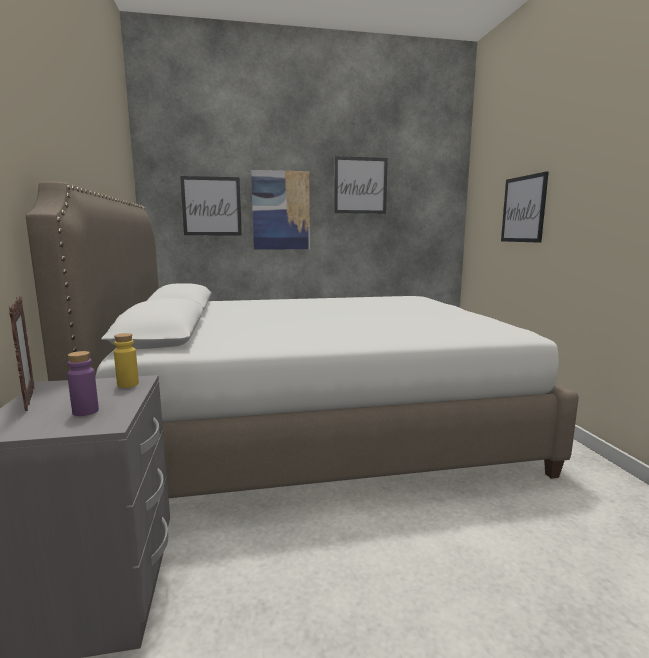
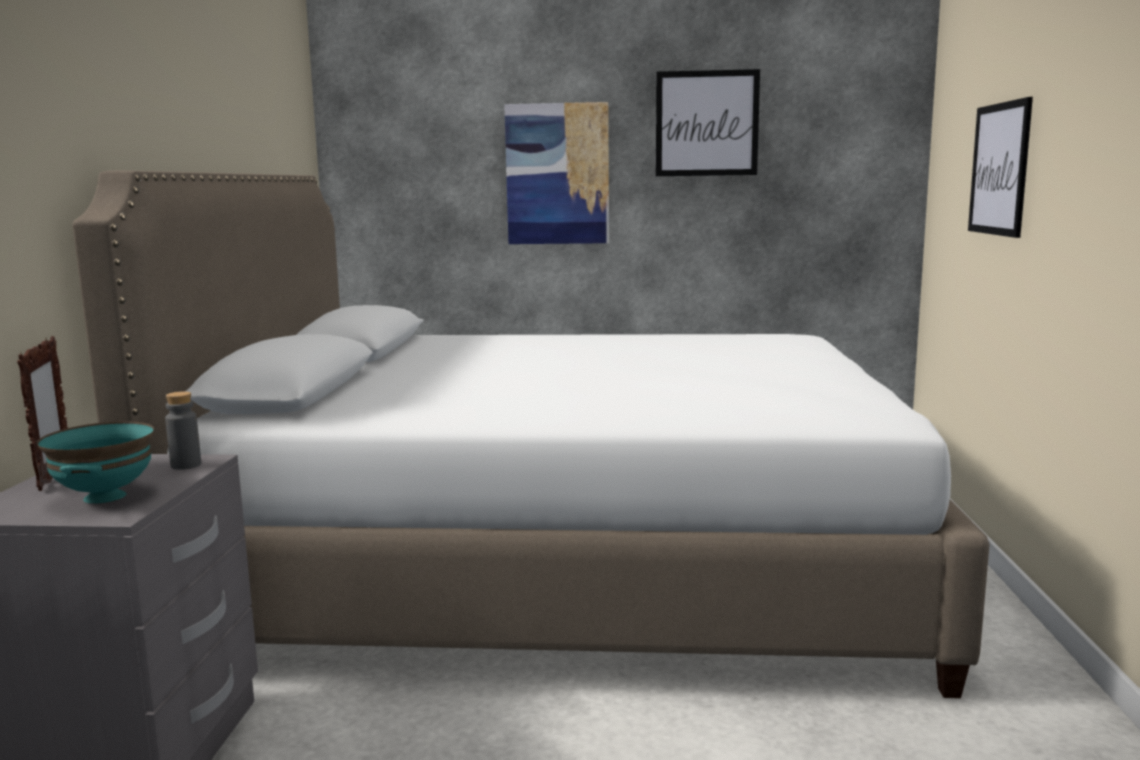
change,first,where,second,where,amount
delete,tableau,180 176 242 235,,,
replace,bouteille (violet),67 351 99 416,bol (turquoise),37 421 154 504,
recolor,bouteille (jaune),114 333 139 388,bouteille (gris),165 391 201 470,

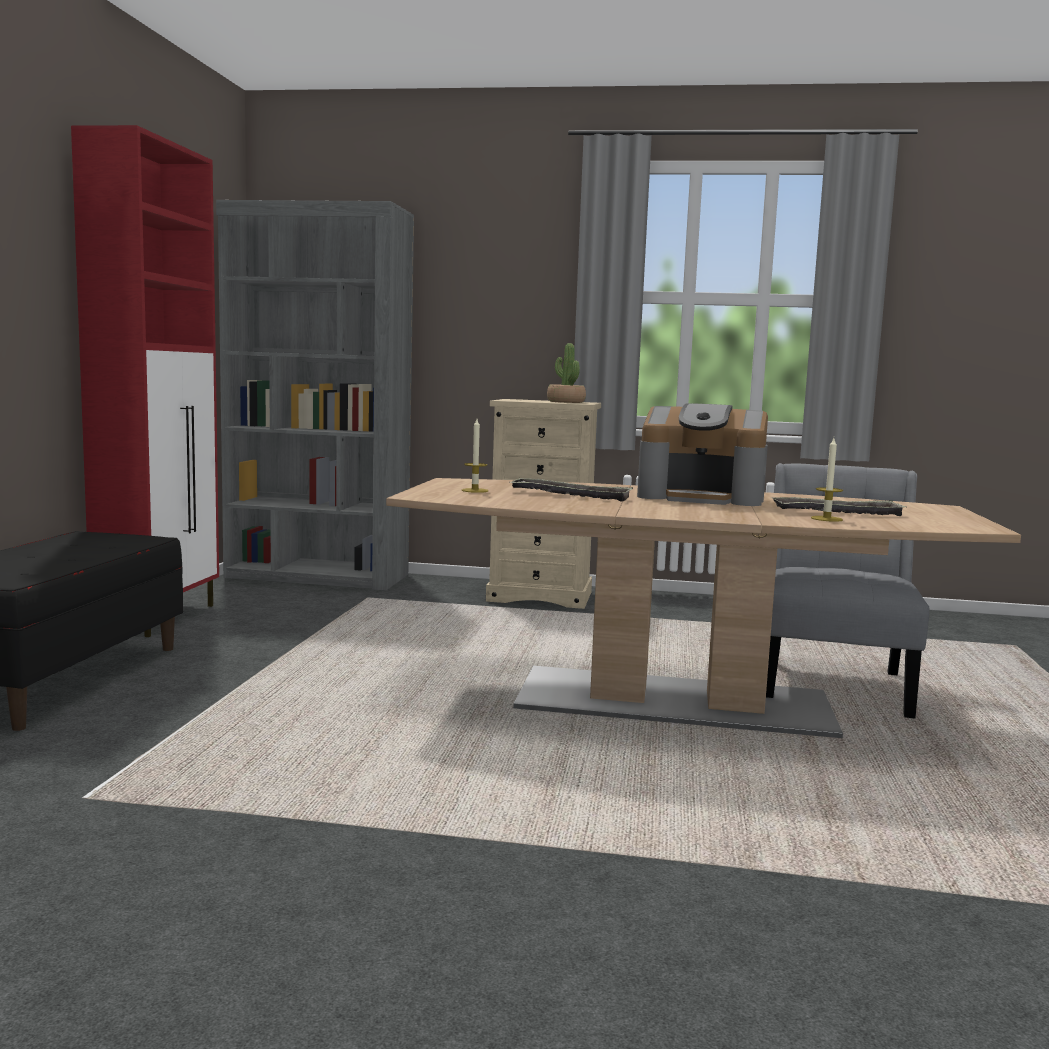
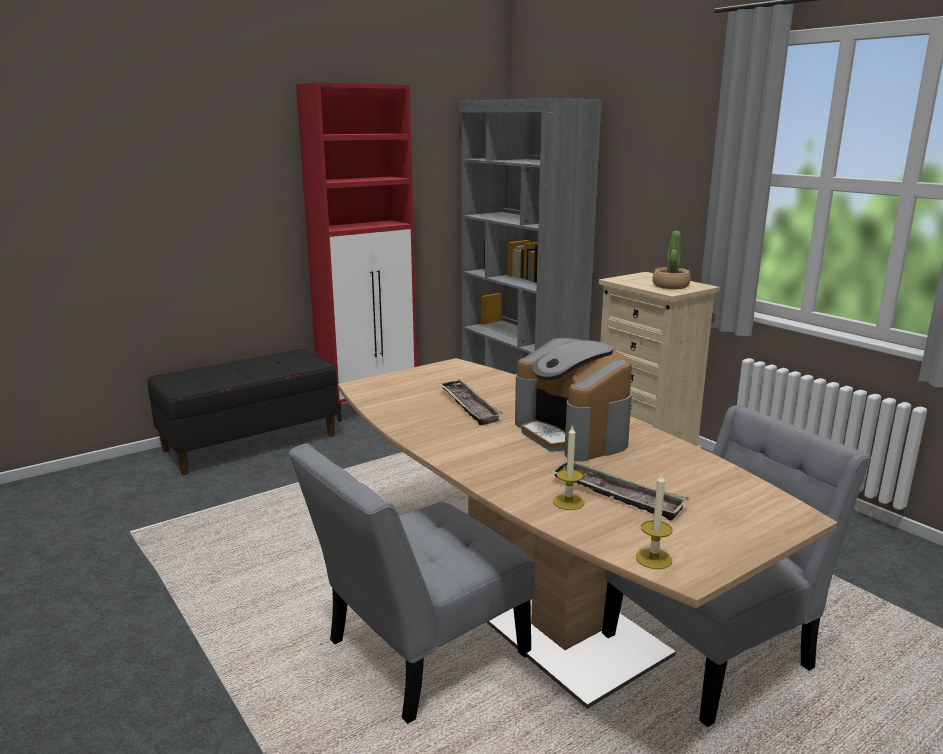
change,first,where,second,where,amount
insert,,,chaise (gris),289 444 535 724,
move,bougie,462 419 488 493,,636 473 673 569,

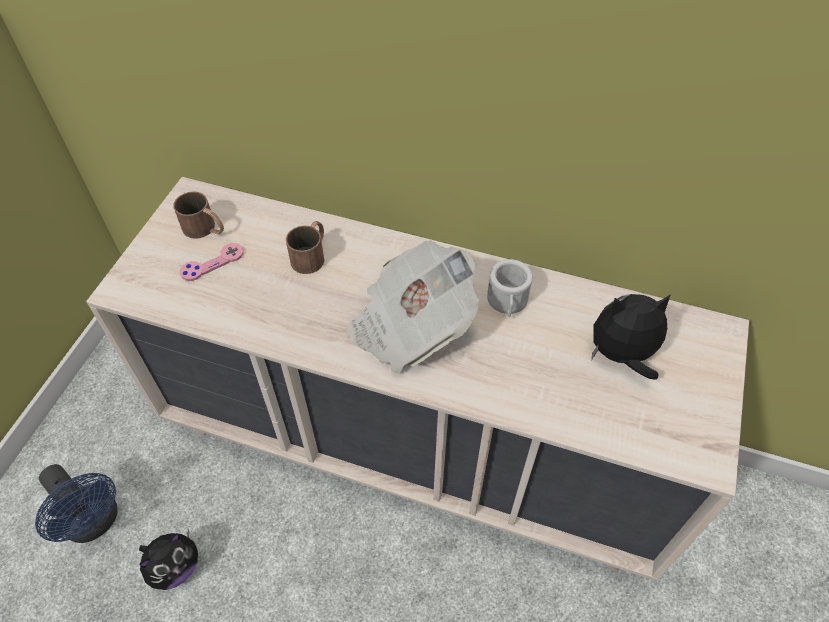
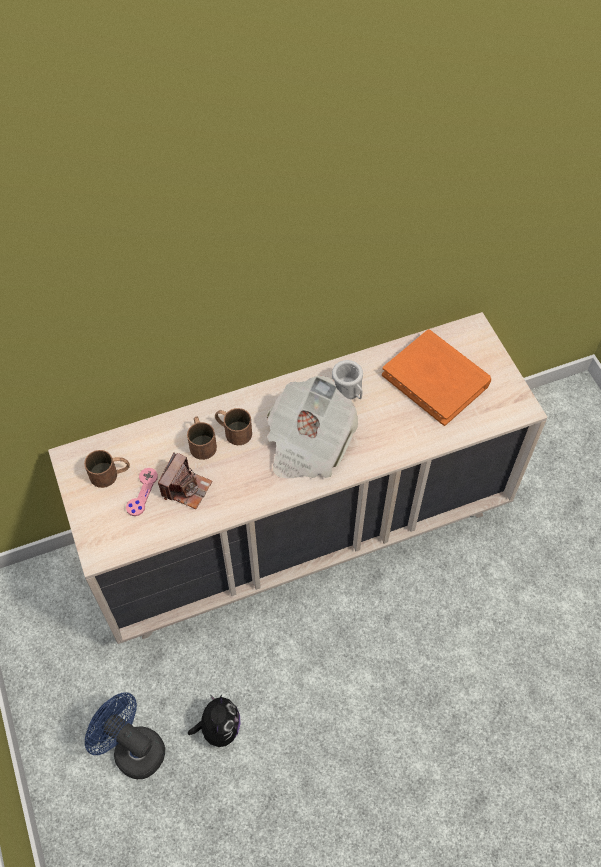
change,first,where,second,where,amount
insert,,,appareil photo,158 452 212 509,
insert,,,mug (marron),215 408 252 445,
replace,peluche,592 294 671 380,livre (orange),382 330 491 426,
rotate,ventilateur (bleu),35 464 118 543,,85 692 165 779,150 degrees counterclockwise

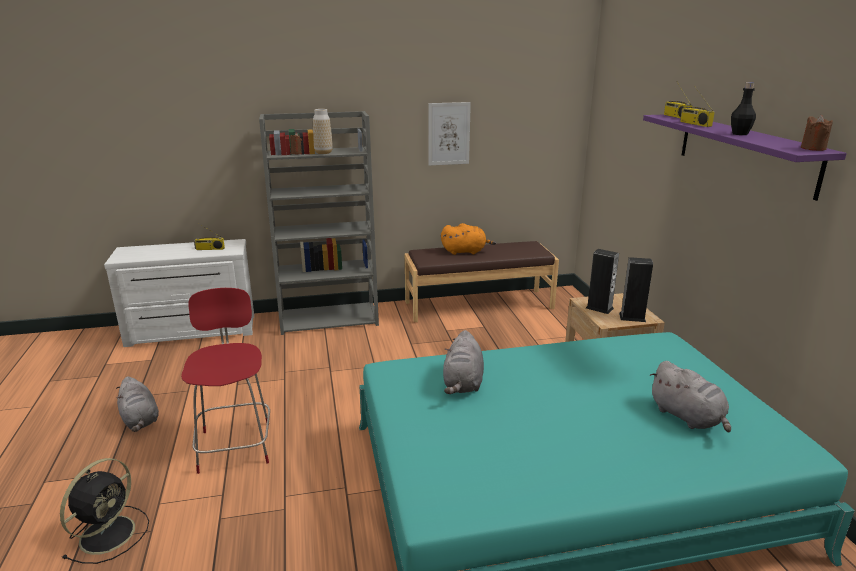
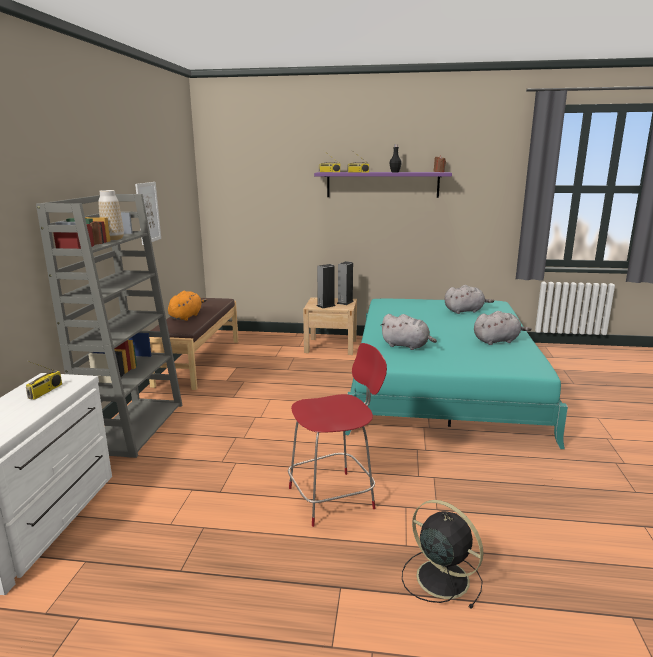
change,first,where,second,where,amount
move,peluche (gris),116 376 159 432,,474 311 532 345,
rotate,chaise (rouge),181 288 270 474,,288 343 387 527,150 degrees clockwise

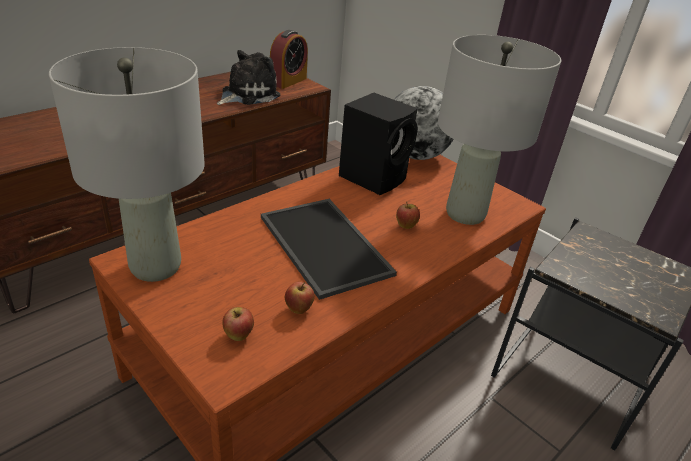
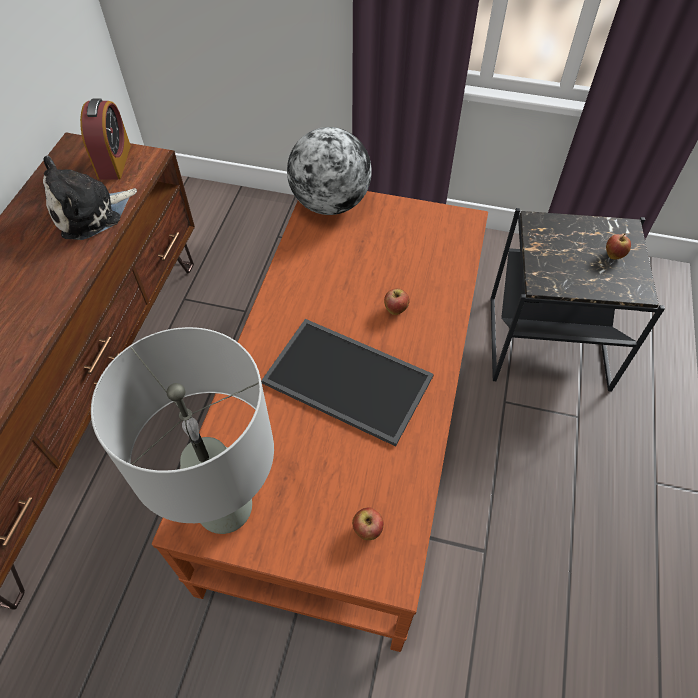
change,first,where,second,where,amount
delete,enceinte (noir),339 93 418 195,,,
delete,lampe de table (gris),438 35 561 225,,,
move,pomme,285 282 314 314,,606 234 631 260,
rotate,peluche,217 50 281 105,,43 155 137 240,135 degrees counterclockwise

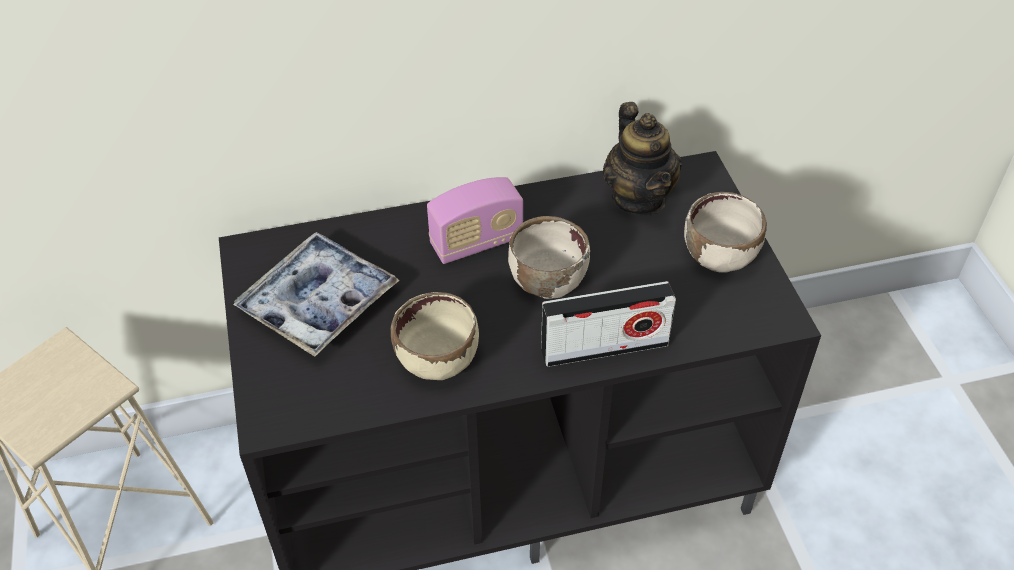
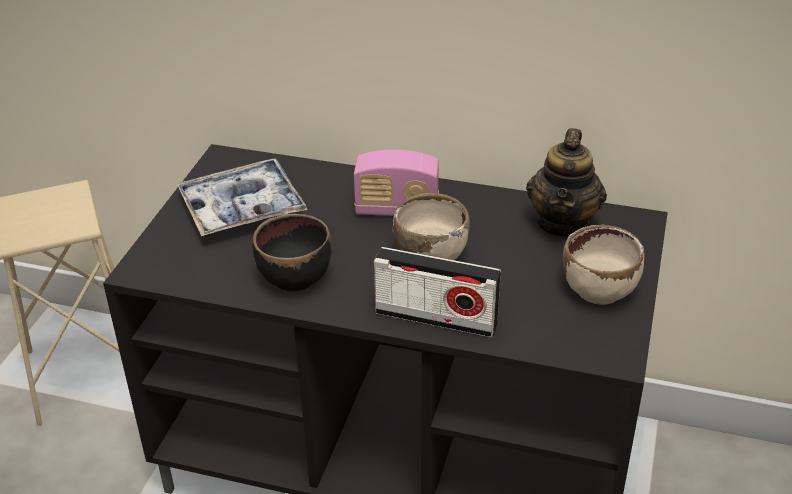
change,first,where,second,where,amount
recolor,bol (beige),391 292 479 380,bol (noir),252 213 332 291,

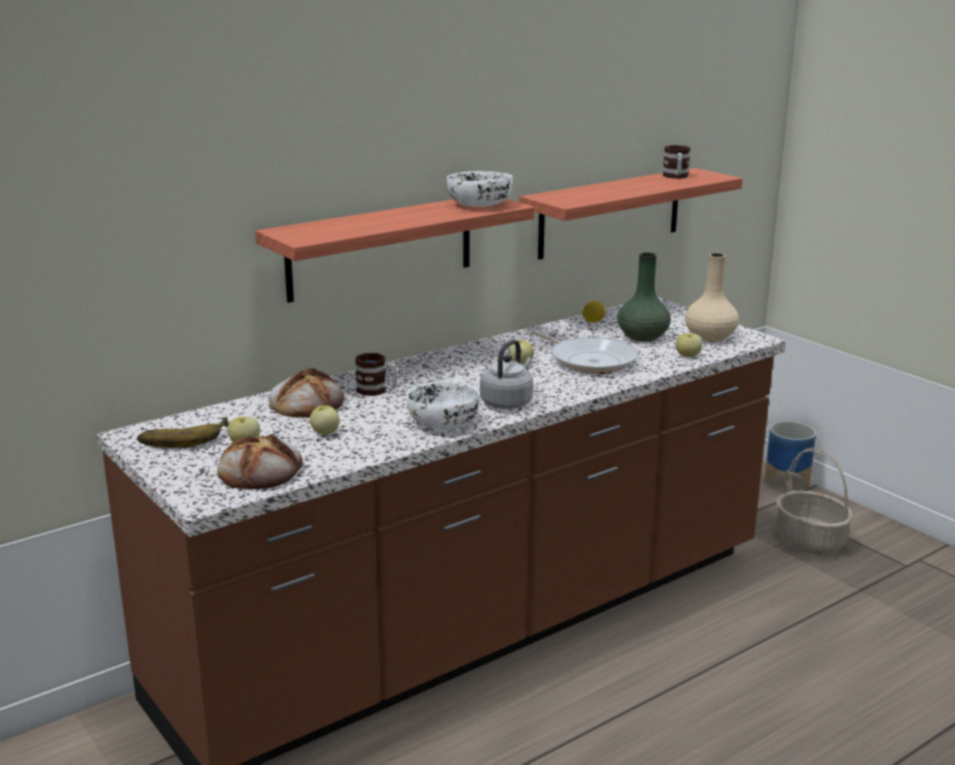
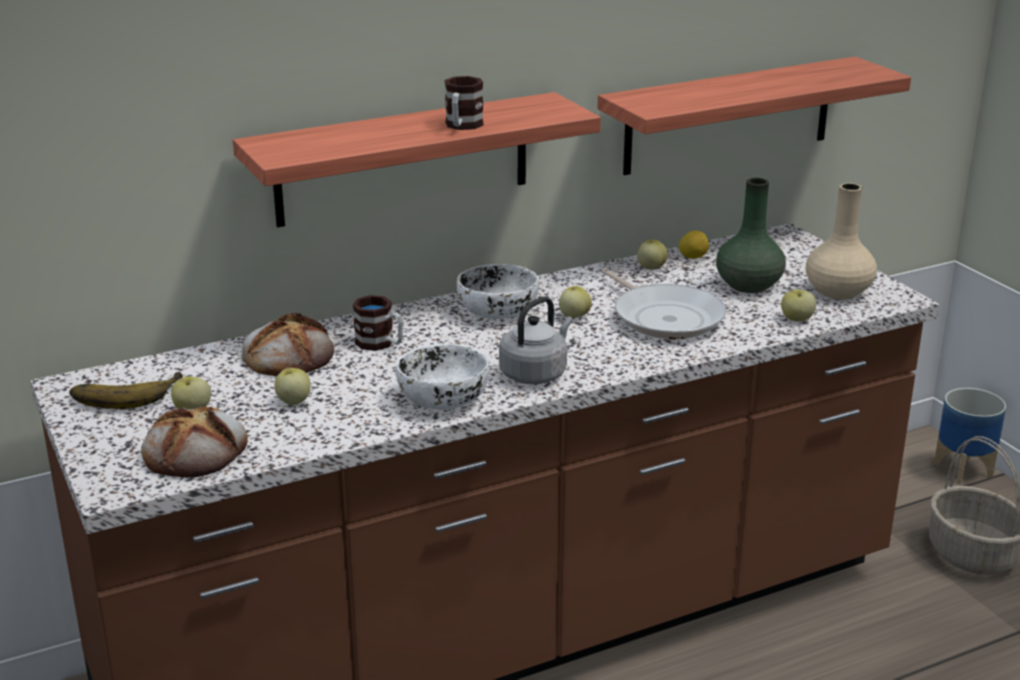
change,first,where,second,where,amount
insert,,,pomme,637 240 668 269,
move,bol (blanc),447 171 513 207,,457 264 539 319,
move,mug,663 145 691 179,,445 76 484 130,

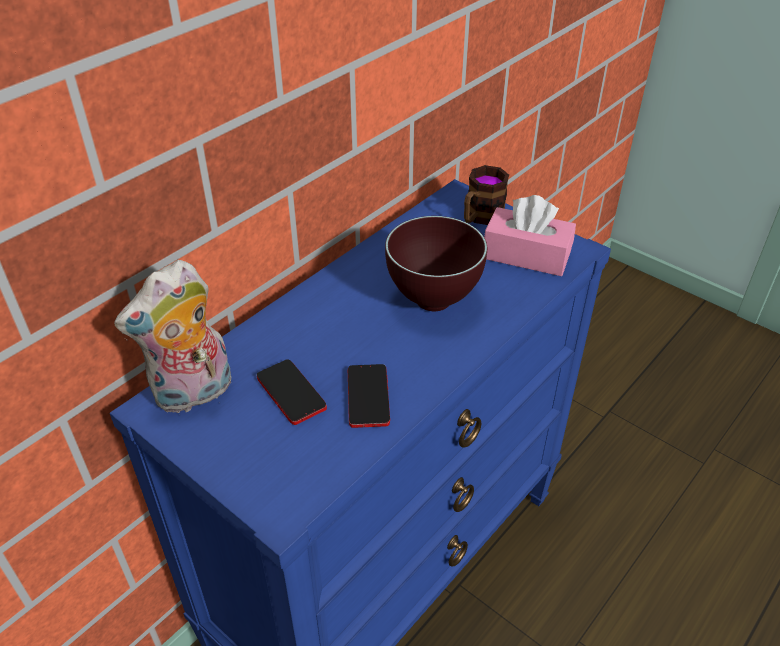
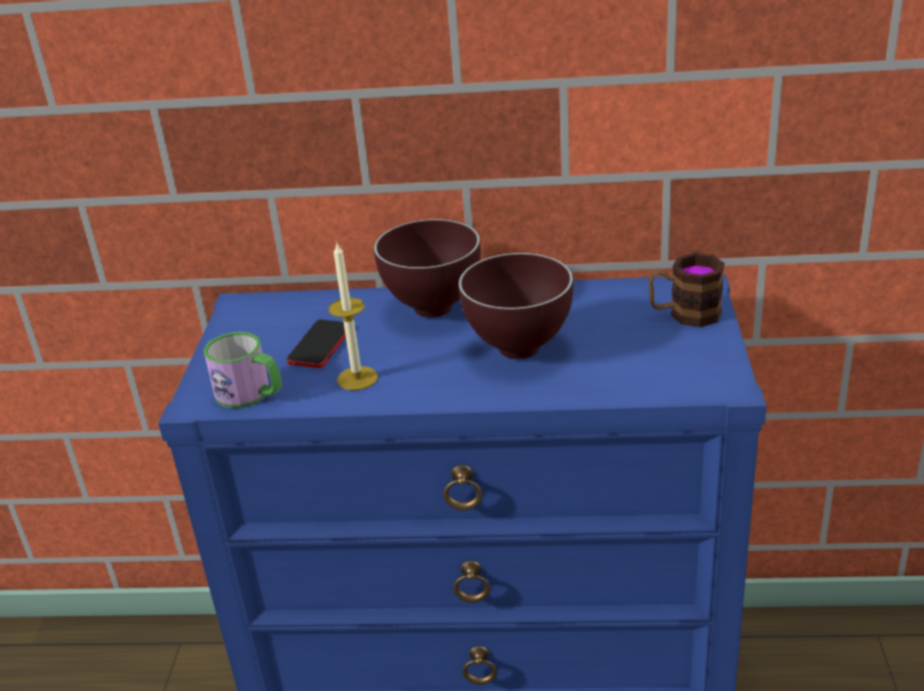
change,first,where,second,where,amount
delete,peluche,114 260 231 415,,,
delete,boîte à mouchoirs (rose),484 195 576 276,,,
insert,,,mug,204 332 282 408,
insert,,,bol (marron),374 219 481 318,
replace,téléphone,348 364 390 428,bougie,329 243 378 390,

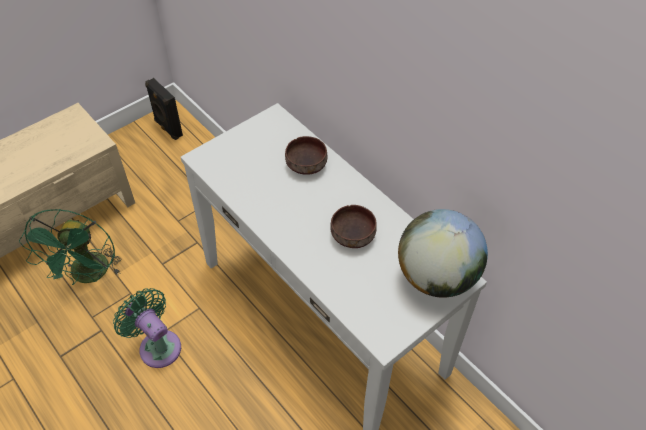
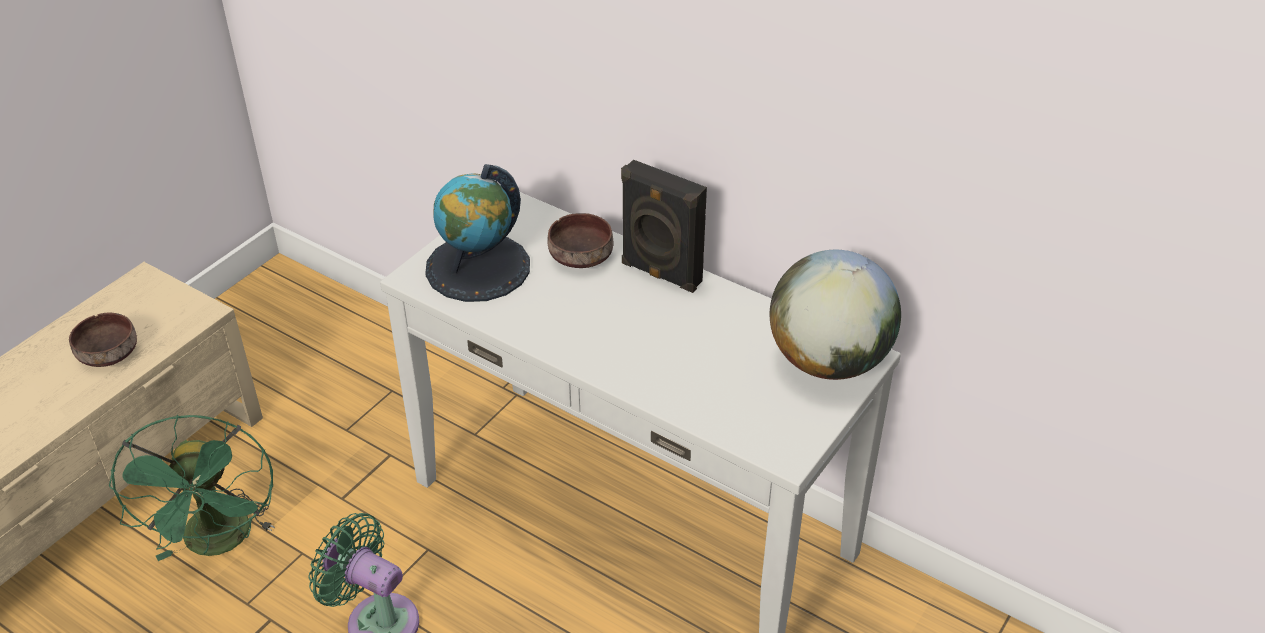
change,first,where,second,where,amount
insert,,,globe,425 164 530 302,
move,enceinte (noir),145 78 183 140,,621 160 707 293,
move,bol (marron),330 205 377 248,,69 313 137 367,

